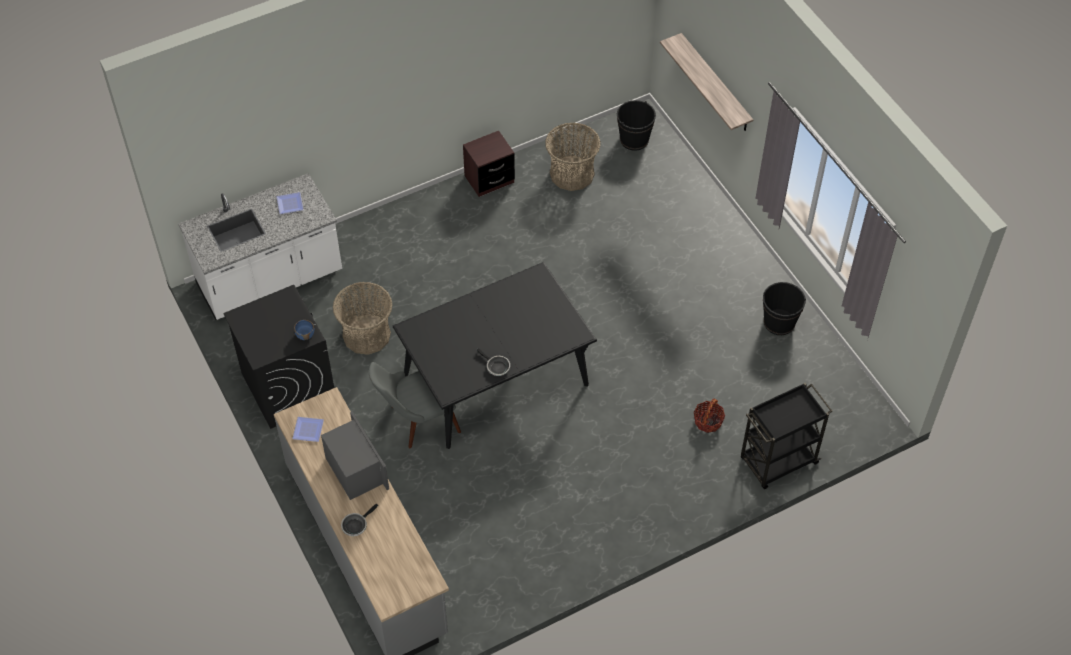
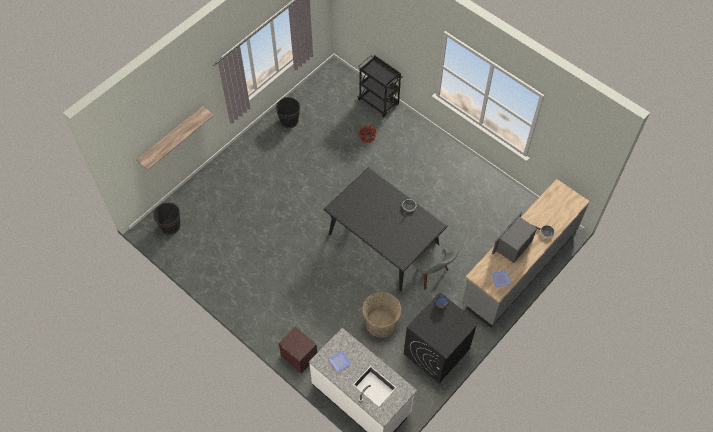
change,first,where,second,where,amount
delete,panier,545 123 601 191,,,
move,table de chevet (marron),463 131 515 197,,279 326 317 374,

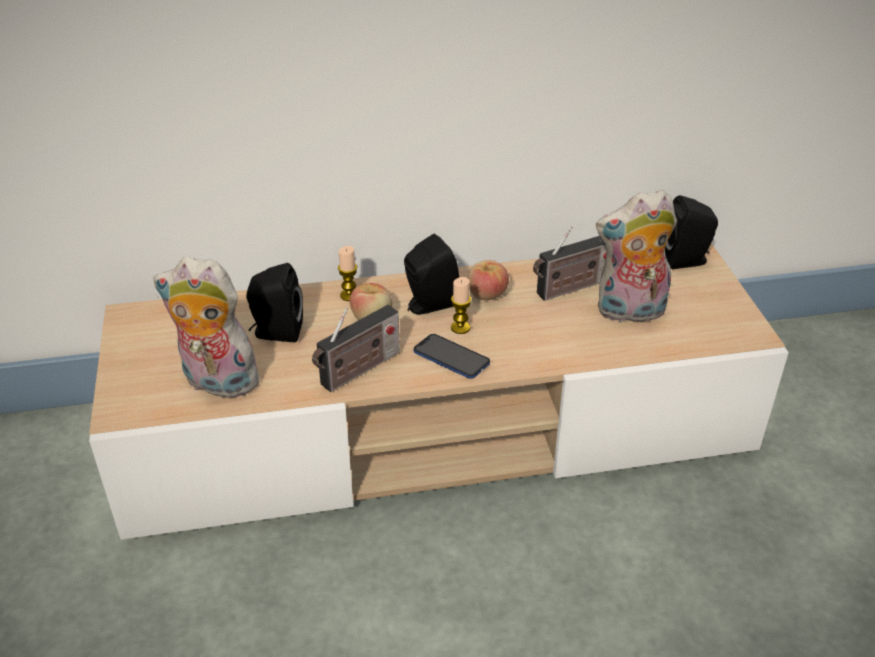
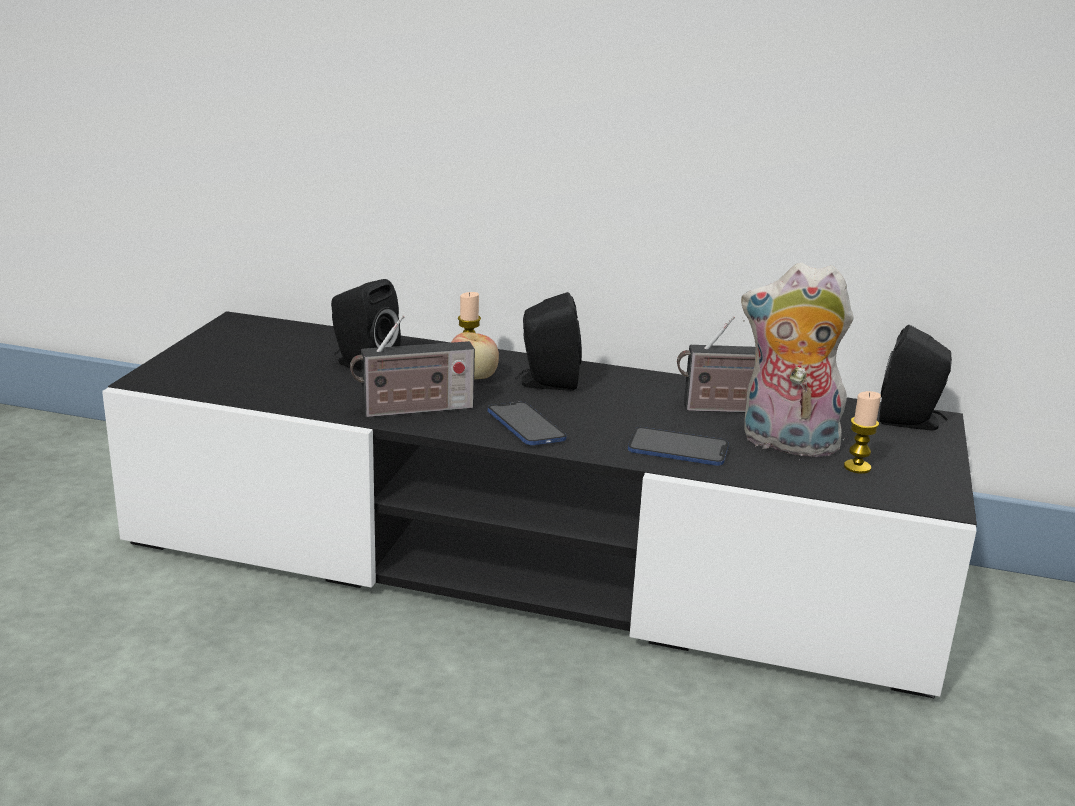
change,first,where,second,where,amount
delete,peluche,153 257 260 398,,,
delete,pomme,468 260 509 300,,,
insert,,,téléphone,628 427 729 466,
move,bougie,451 277 471 334,,844 391 881 474,
recolor,meuble télé (beige),89 243 789 540,meuble télé (noir),102 311 977 698,

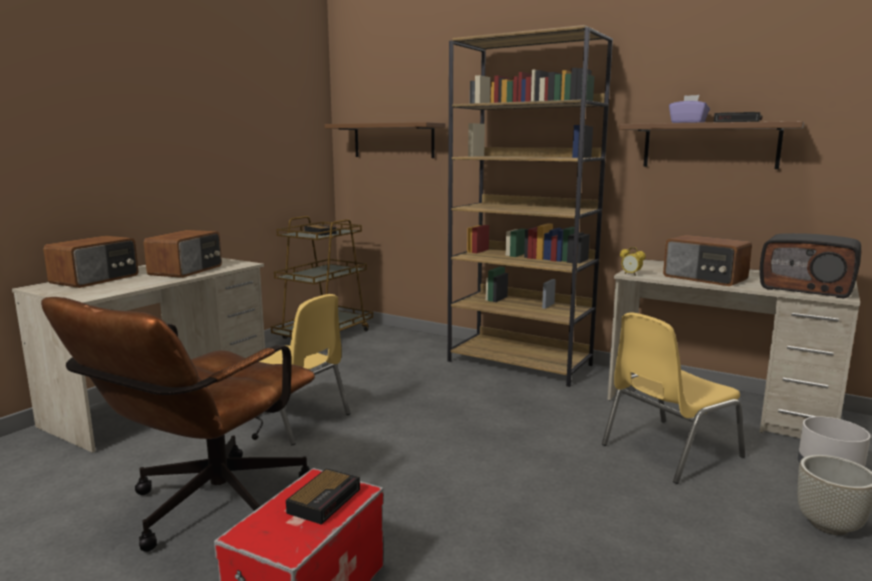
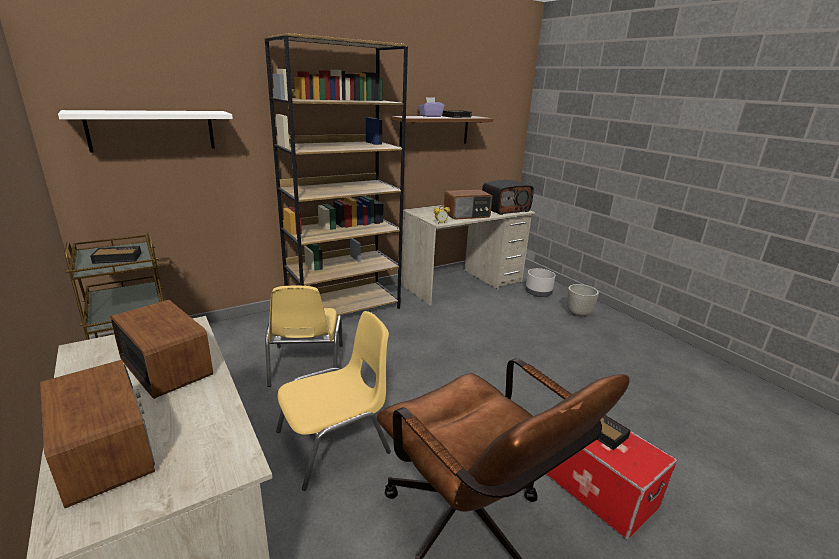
change,first,where,second,where,amount
move,chaise (jaune),602 313 745 484,,265 286 343 387,
recolor,étagère (marron),325 122 445 158,étagère (blanc),58 110 233 153,

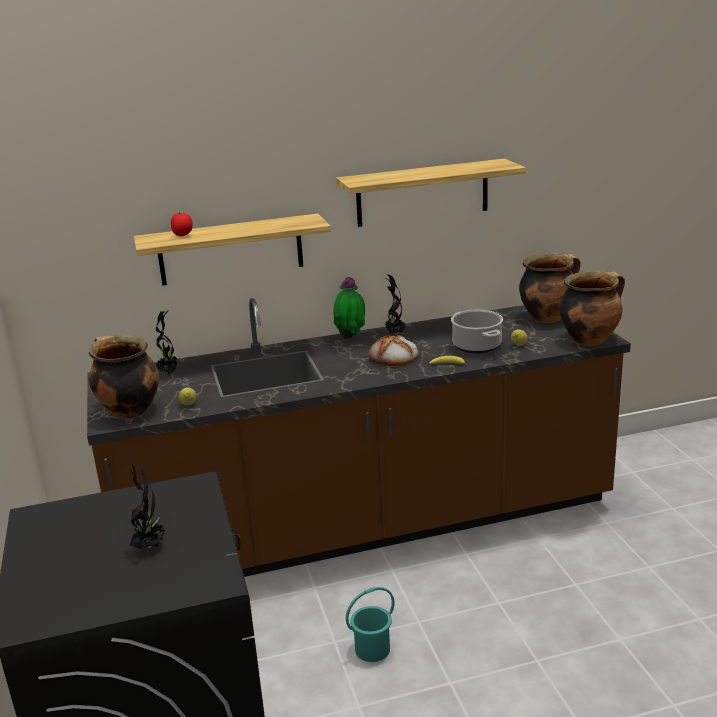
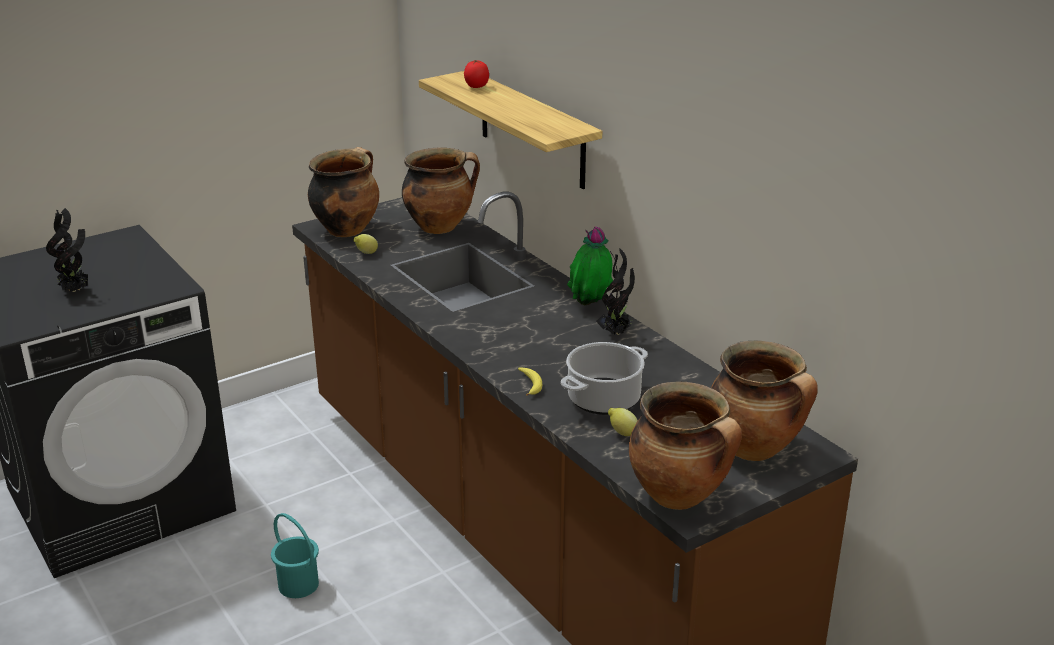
change,first,where,second,where,amount
delete,étagère,336 159 526 227,,,
delete,pain,368 335 418 366,,,
replace,plante en pot,156 311 180 374,marmite,402 147 480 234,

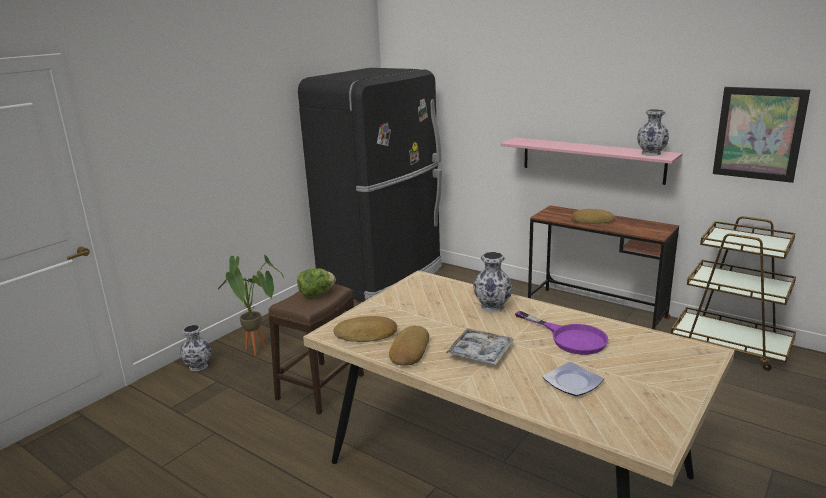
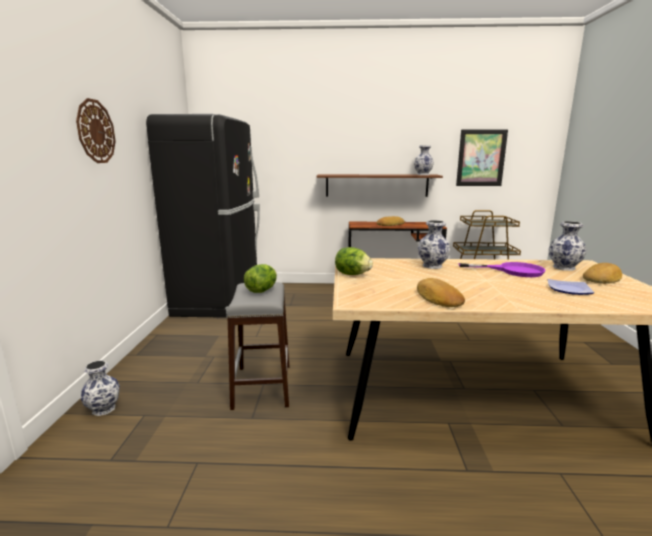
change,first,where,second,where,amount
delete,plante en pot,218 254 284 355,,,
delete,plateau,446 328 514 365,,,
insert,,,horloge murale,76 98 116 163,
insert,,,laitue,335 247 373 275,
insert,,,vase,549 221 586 271,
move,pain,334 316 397 342,,583 263 622 284,
recolor,tabouret (marron),268 284 364 415,tabouret (gris),227 282 289 410,
recolor,étagère (rose),501 138 682 185,étagère (marron),317 174 443 197,

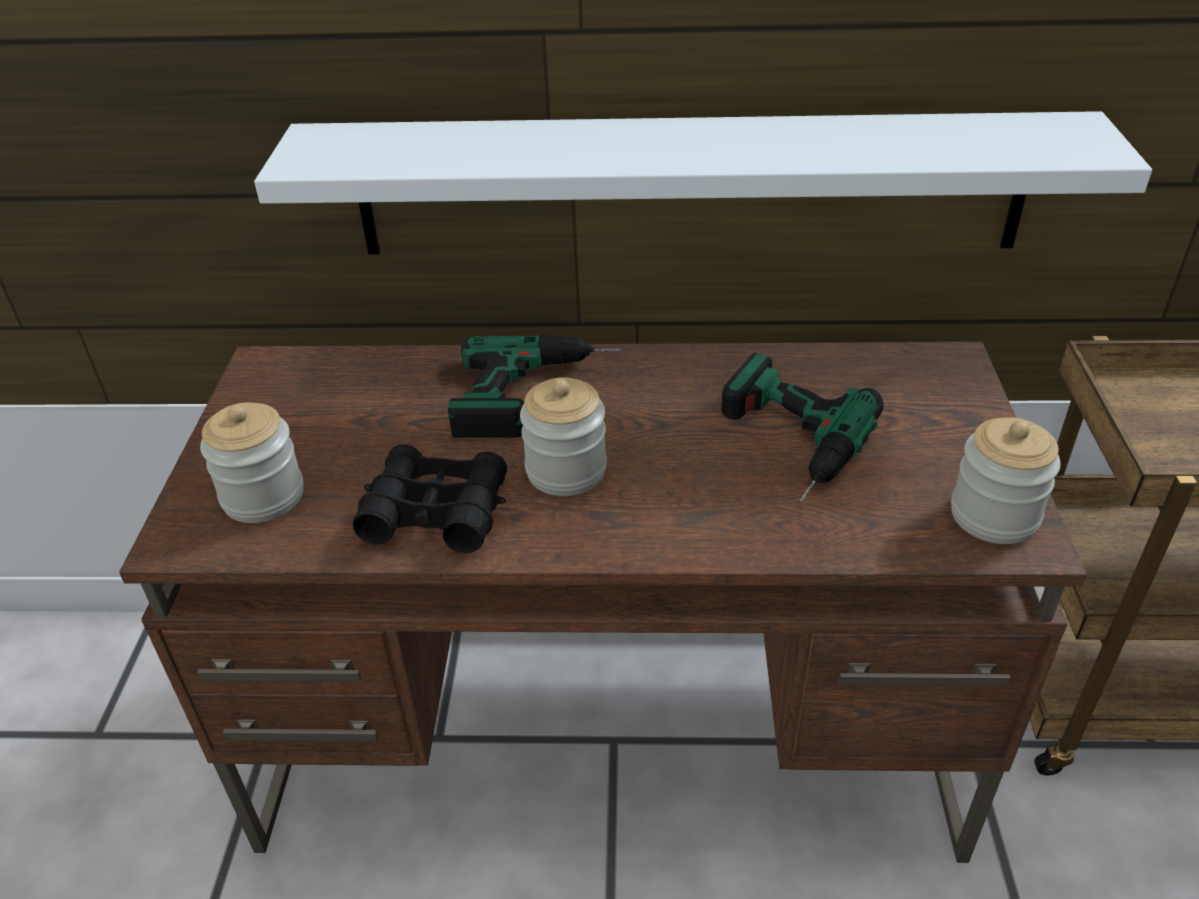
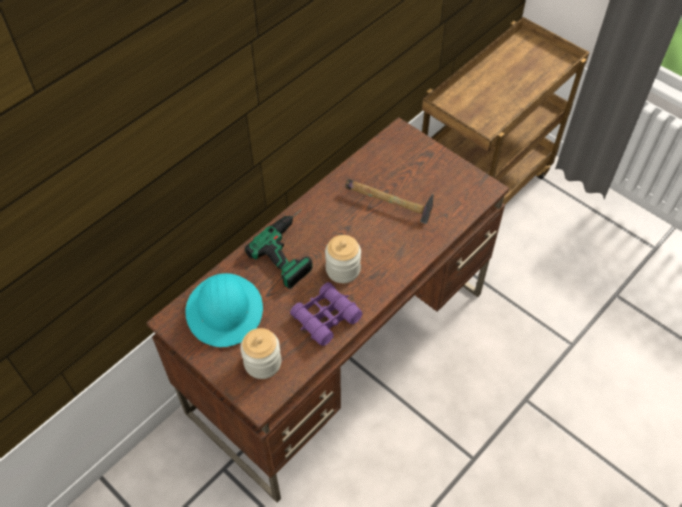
change,first,where,second,where,amount
delete,étagère (blanc),254 111 1152 255,,,
delete,bocal,951 418 1061 544,,,
insert,,,casque de chantier (turquoise),186 273 263 347,
replace,perceuse,721 353 884 501,marteau,345 179 434 224,
recolor,jumelles (noir),353 444 507 553,jumelles (violet),290 282 363 346,

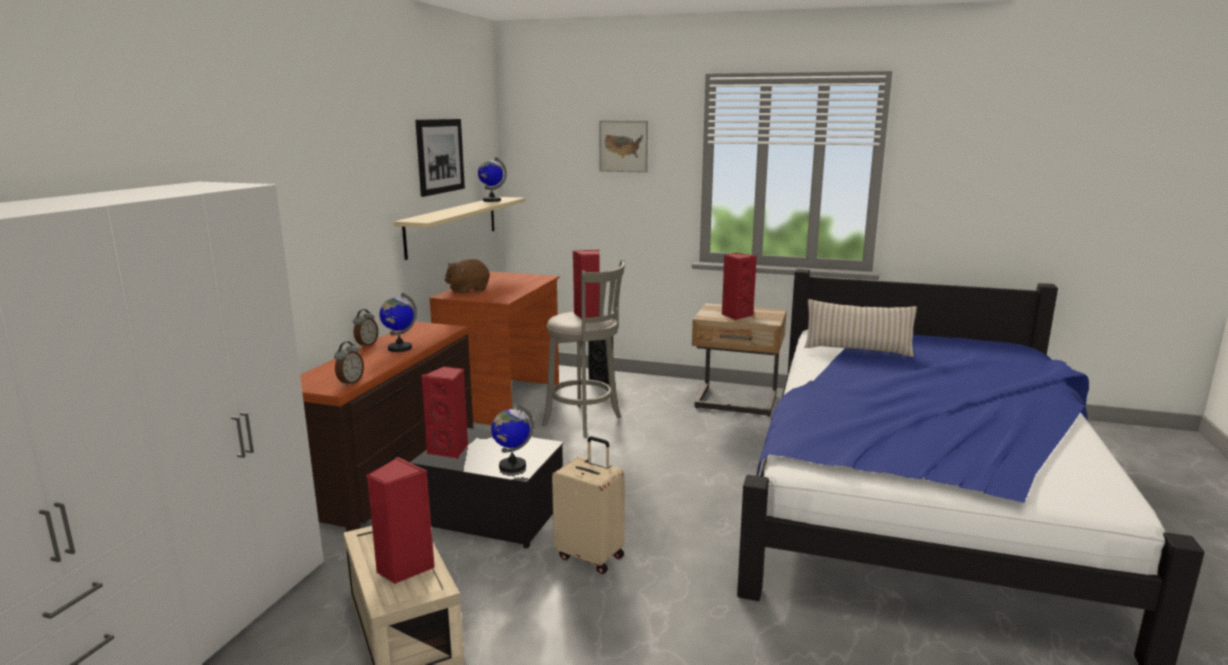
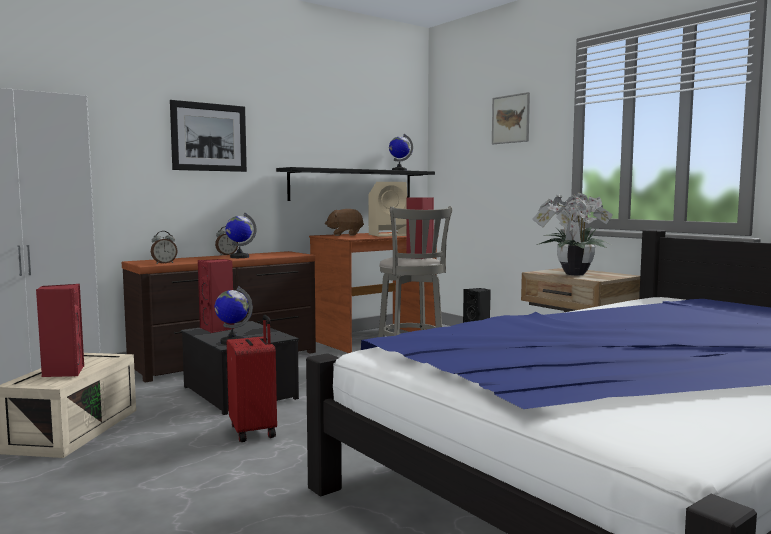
change,first,where,second,where,amount
delete,coussin (beige),804 299 917 357,,,
insert,,,enceinte (beige),368 182 407 237,
move,tableau,415 119 465 197,,170 100 247 172,
replace,enceinte (rouge),722 253 757 320,plante en pot,533 192 613 275,
recolor,étagère (beige),393 197 526 260,étagère (noir),276 167 435 201,
recolor,valise (beige),552 436 625 574,valise (rouge),227 315 277 442,

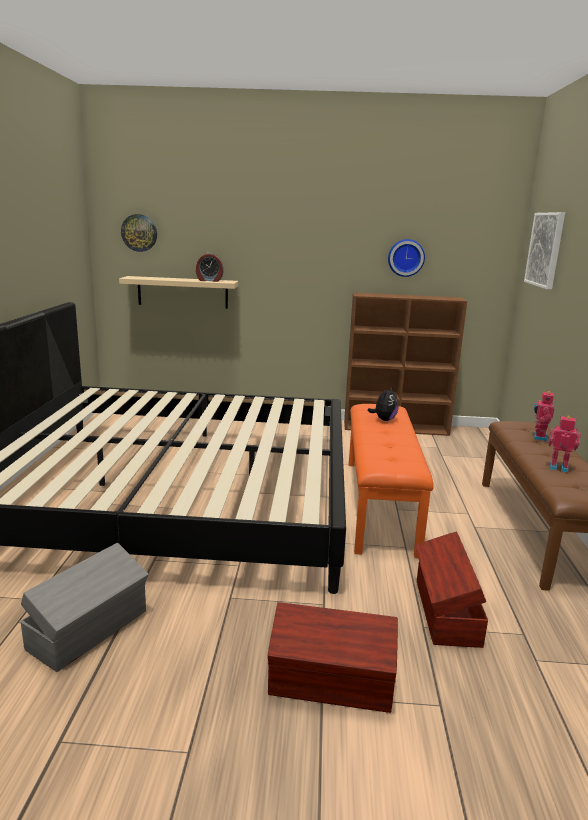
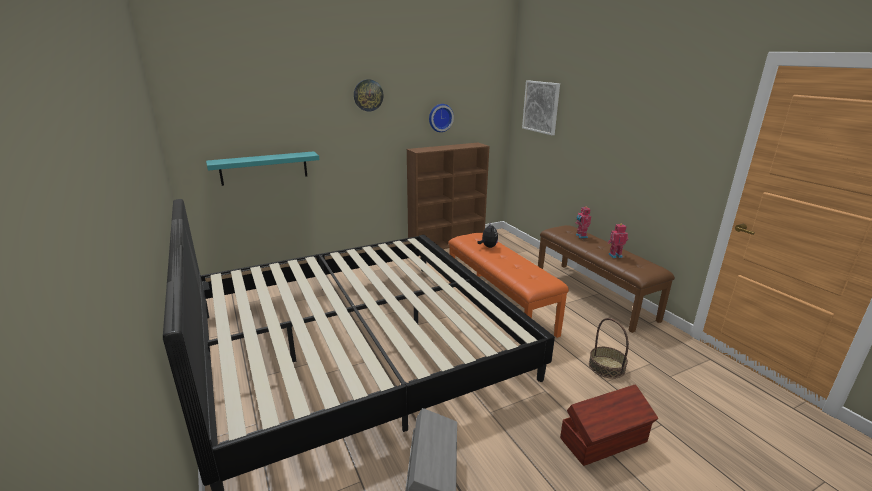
change,first,where,second,where,amount
delete,réveil,196 253 224 282,,,
move,horloge murale,121 214 157 252,,354 79 384 112,
replace,boîte de rangement (marron),415 531 488 648,panier,589 318 629 379,
recolor,étagère (beige),119 276 238 309,étagère (turquoise),206 151 319 186,

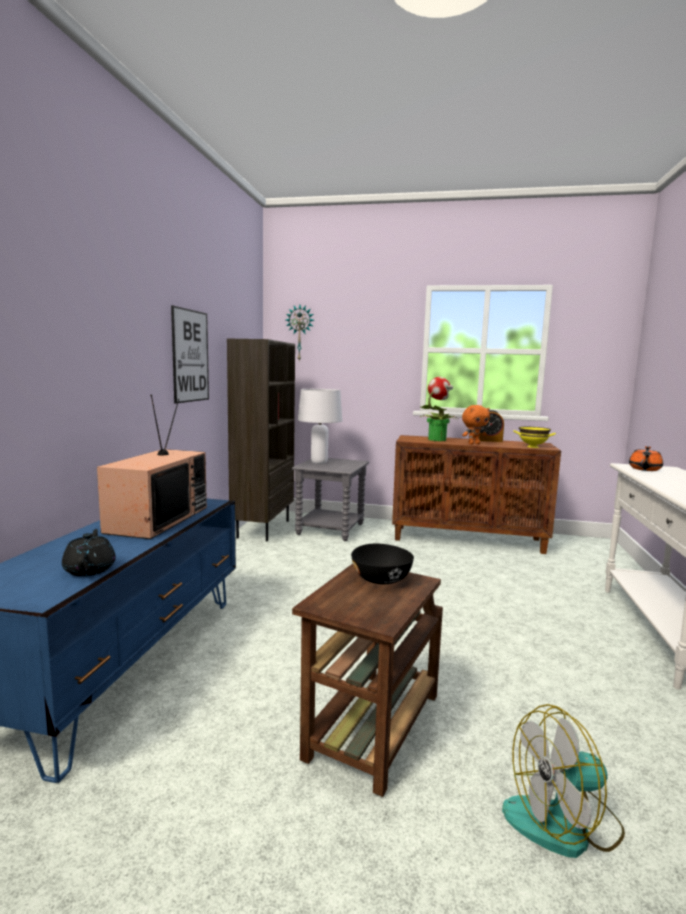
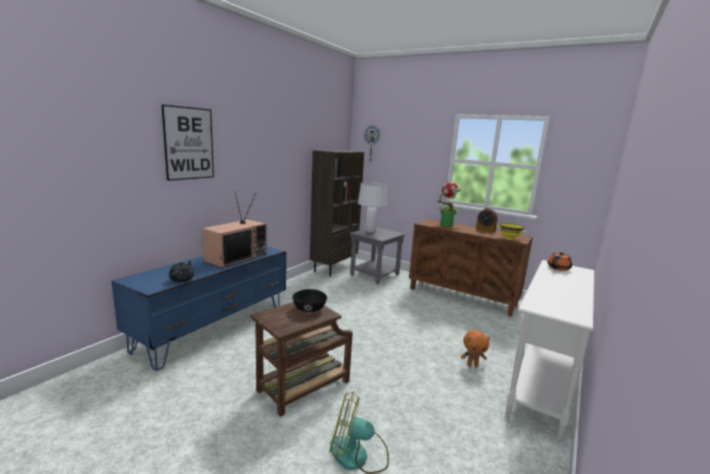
change,first,where,second,where,amount
move,tableau,171 306 209 403,,161 104 214 181,
move,peluche (orange),462 405 490 444,,461 330 490 367,

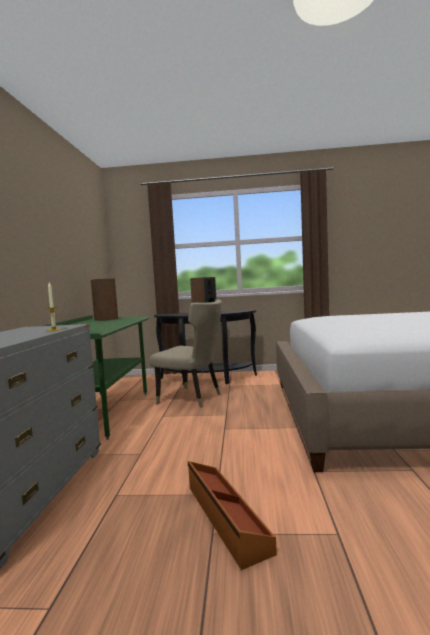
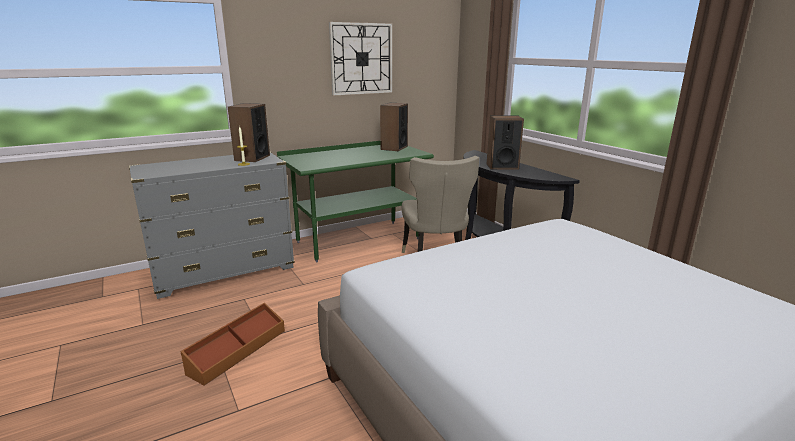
change,first,where,second,where,amount
insert,,,enceinte,228 103 270 162,
insert,,,horloge murale,329 22 392 95,

